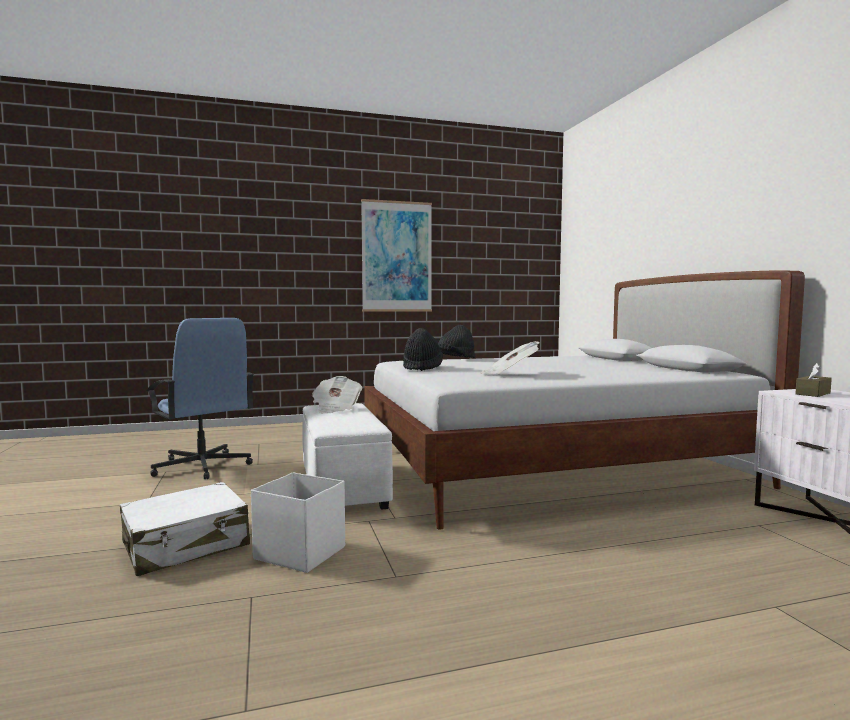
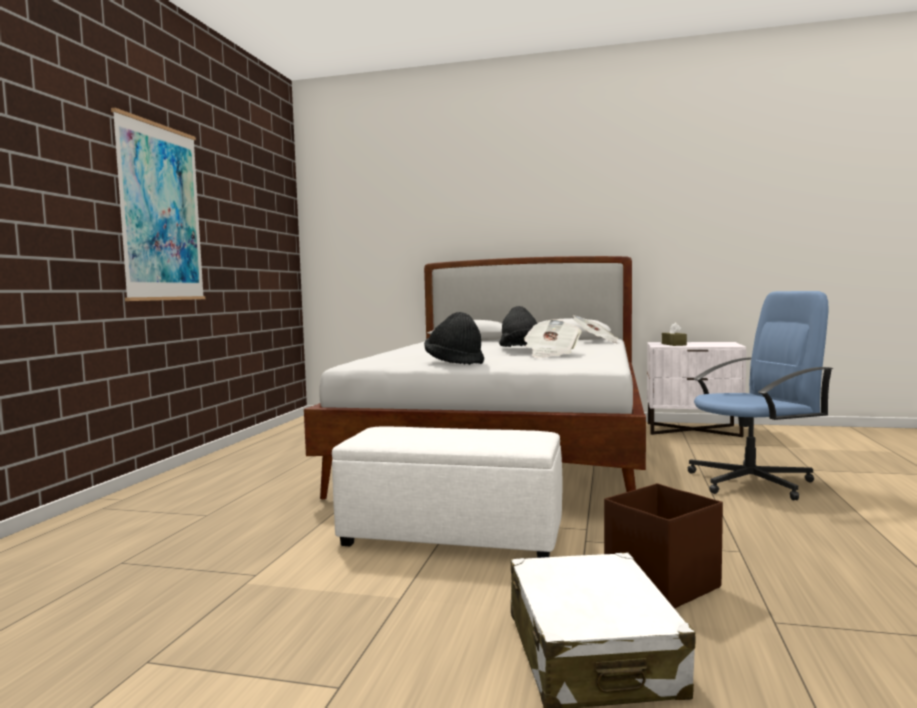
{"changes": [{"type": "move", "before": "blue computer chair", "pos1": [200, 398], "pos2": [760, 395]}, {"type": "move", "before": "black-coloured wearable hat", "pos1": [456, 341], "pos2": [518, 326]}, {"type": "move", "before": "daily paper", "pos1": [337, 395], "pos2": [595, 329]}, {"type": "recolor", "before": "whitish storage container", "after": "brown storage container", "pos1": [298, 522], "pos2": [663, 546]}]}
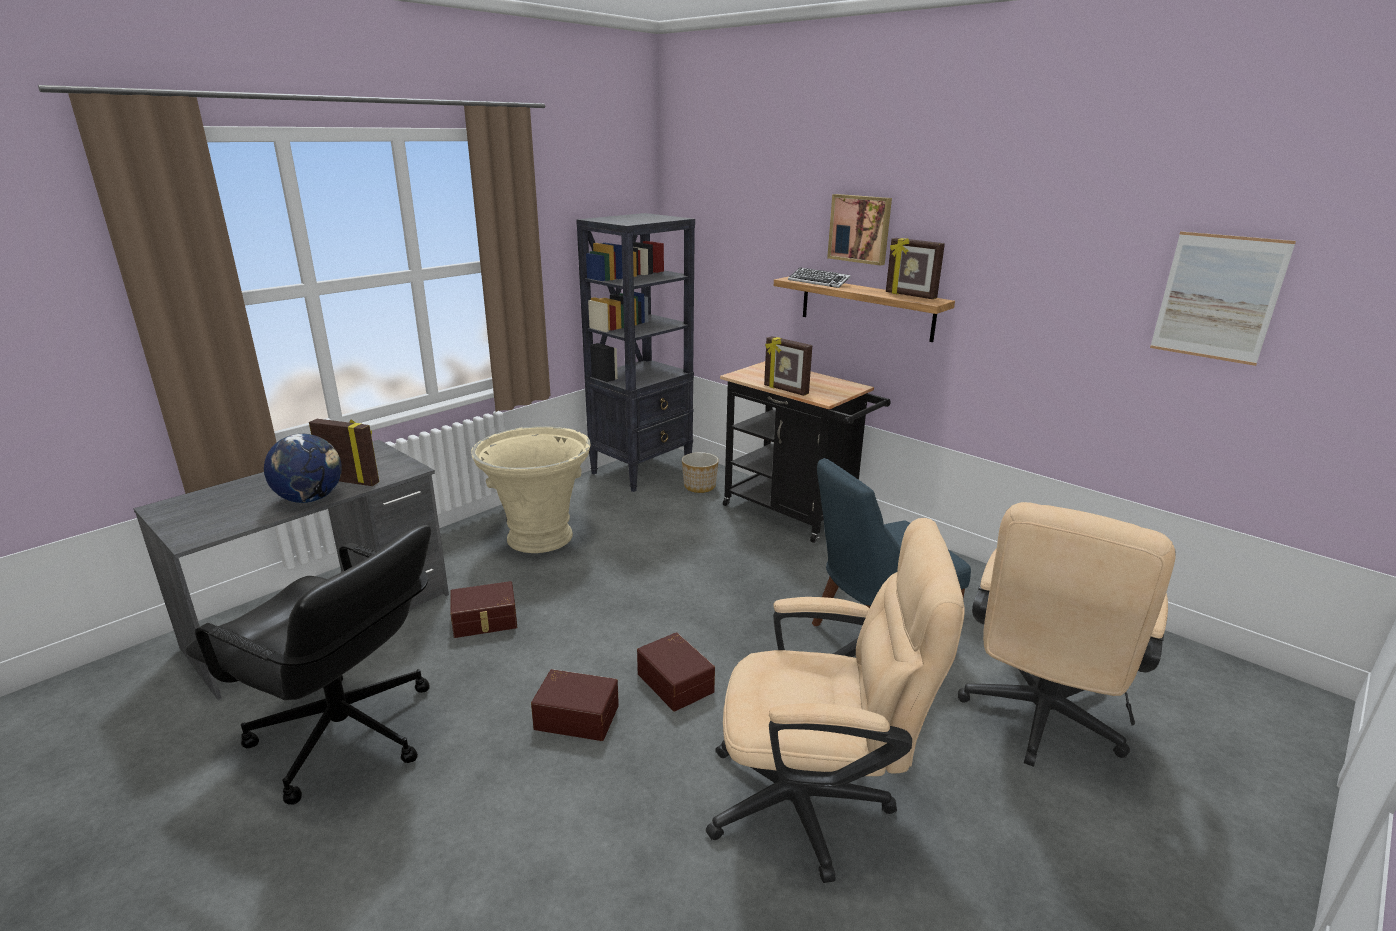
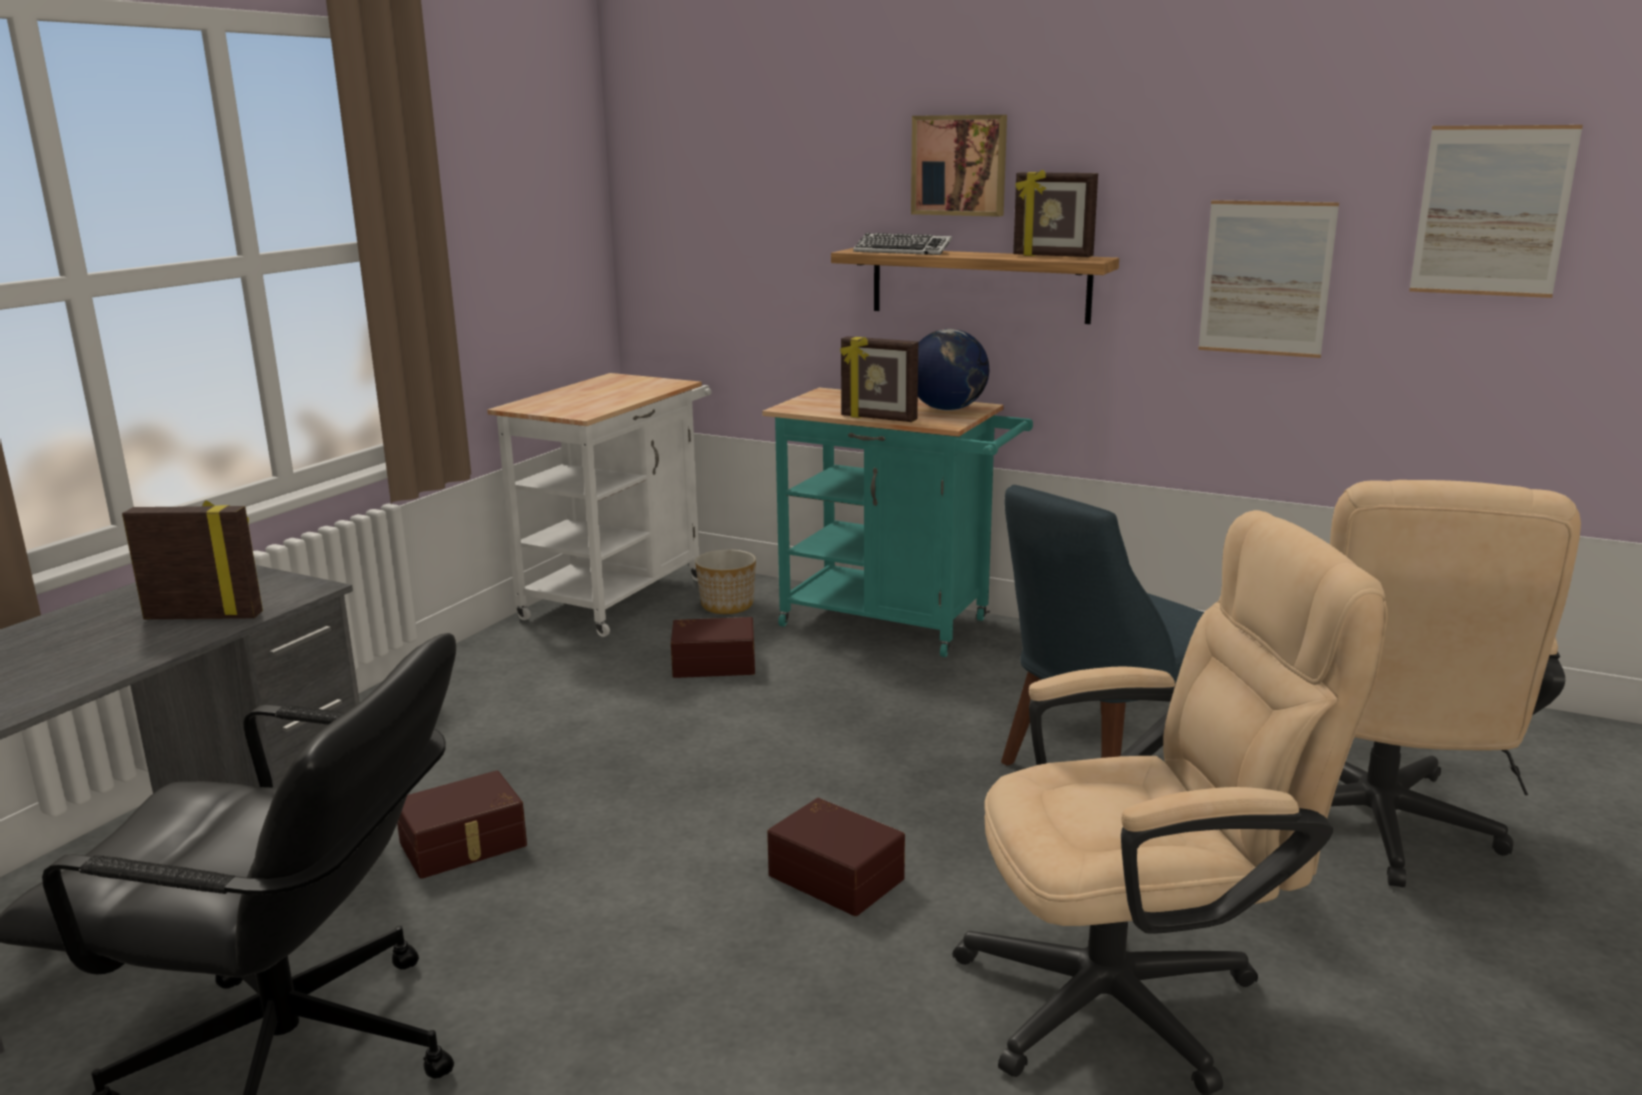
{"changes": [{"type": "replace", "before": "black-coloured bookcase", "after": "whitish cart", "pos1": [635, 352], "pos2": [599, 505]}, {"type": "recolor", "before": "black-coloured cart", "after": "turquoise-coloured cart", "pos1": [805, 452], "pos2": [897, 522]}, {"type": "delete", "before": "beige planter", "pos1": [531, 489]}, {"type": "move", "before": "desk globe", "pos1": [303, 468], "pos2": [953, 370]}, {"type": "move", "before": "brown storage container", "pos1": [575, 705], "pos2": [713, 647]}, {"type": "insert", "after": "picture", "pos2": [1268, 279]}]}
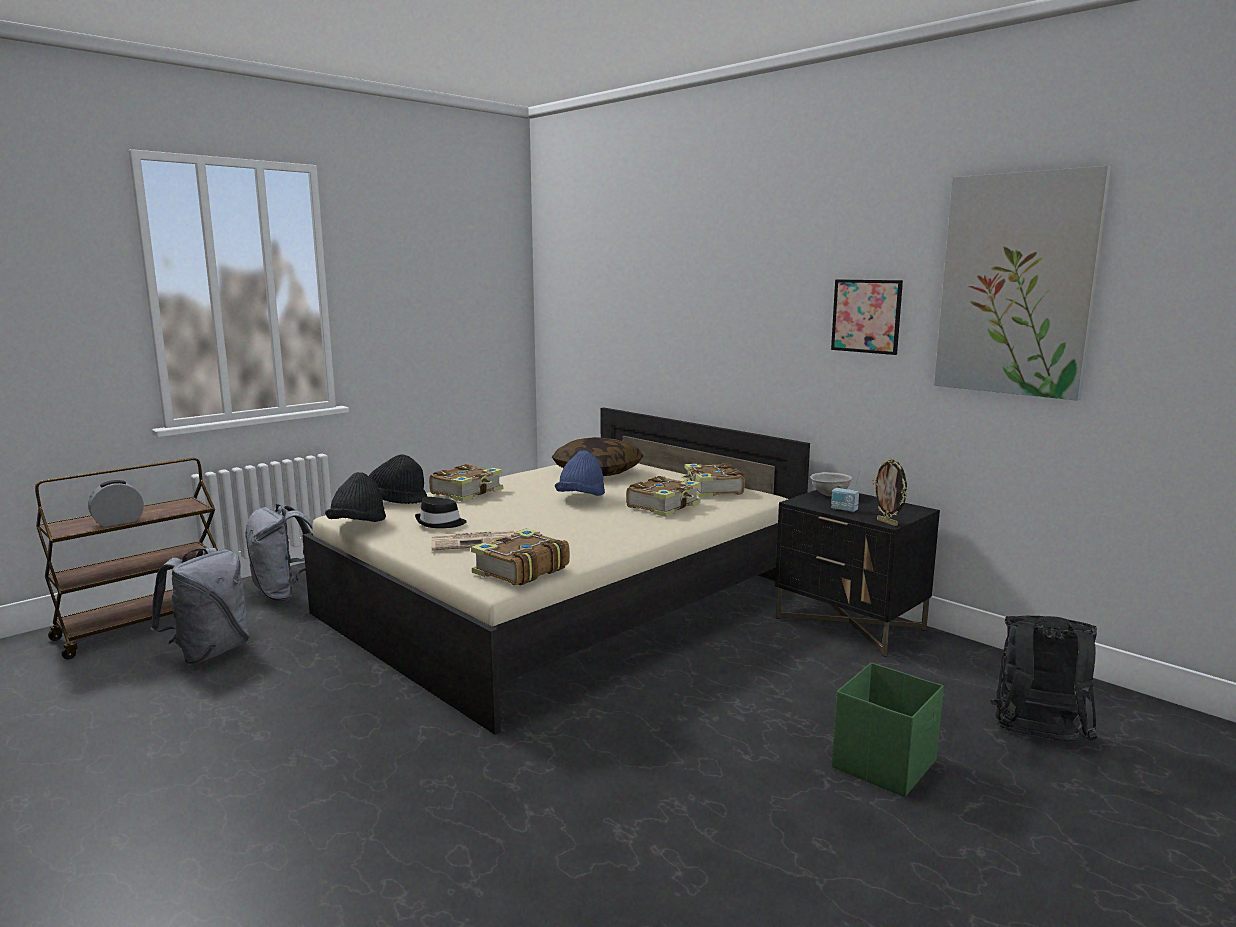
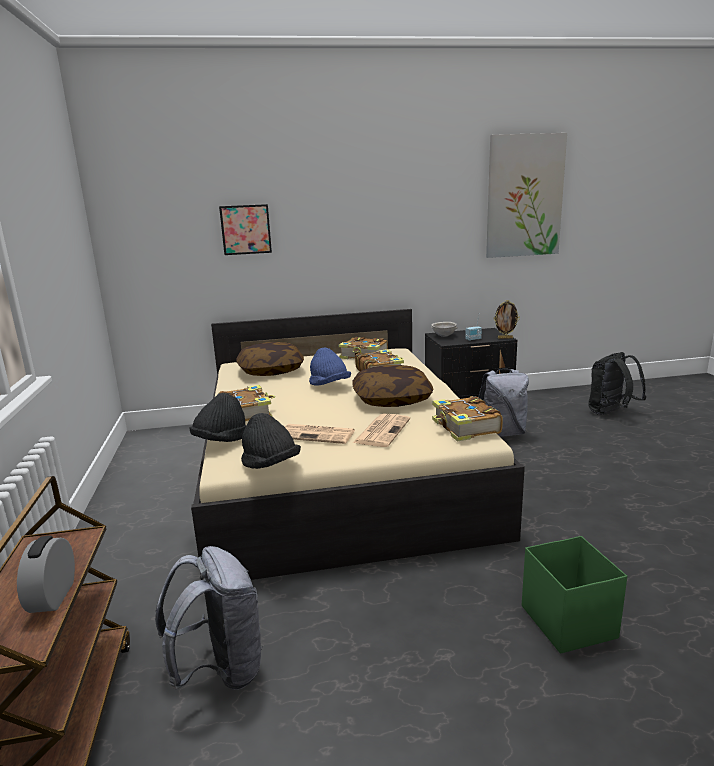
{"changes": [{"type": "move", "before": "picture", "pos1": [867, 317], "pos2": [245, 229]}, {"type": "replace", "before": "black-coloured wearable hat", "after": "daily paper", "pos1": [441, 512], "pos2": [320, 434]}, {"type": "move", "before": "gray rucksack", "pos1": [279, 552], "pos2": [504, 403]}, {"type": "move", "before": "green-coloured storage container", "pos1": [888, 730], "pos2": [574, 595]}, {"type": "insert", "after": "throw pillow", "pos2": [393, 386]}]}
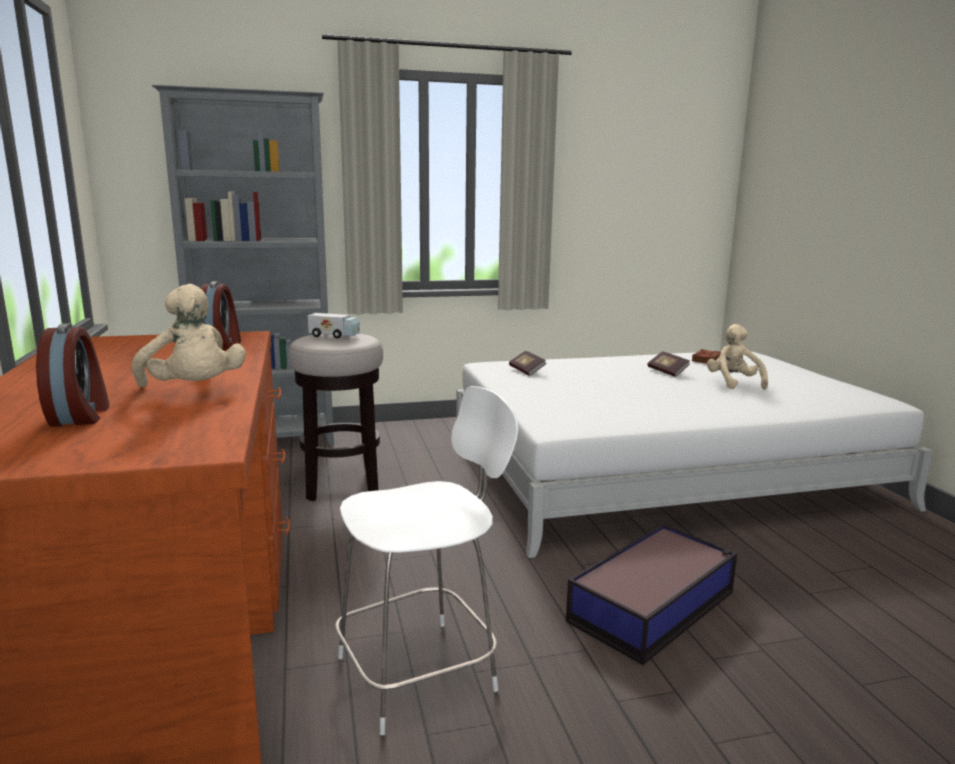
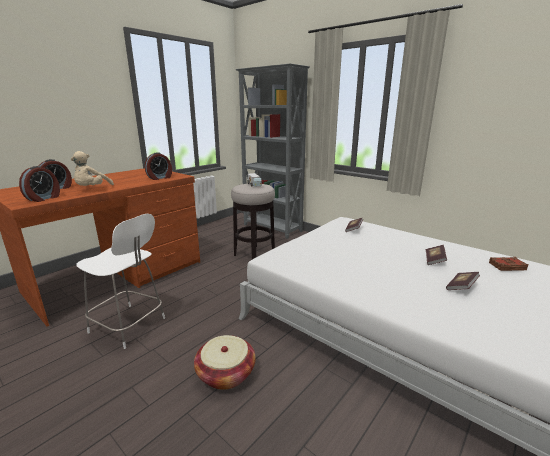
{"changes": [{"type": "replace", "before": "beige plush toy", "after": "bound book", "pos1": [737, 357], "pos2": [463, 281]}, {"type": "replace", "before": "storage container", "after": "household basket", "pos1": [651, 594], "pos2": [225, 362]}, {"type": "insert", "after": "alarm clock", "pos2": [39, 184]}]}
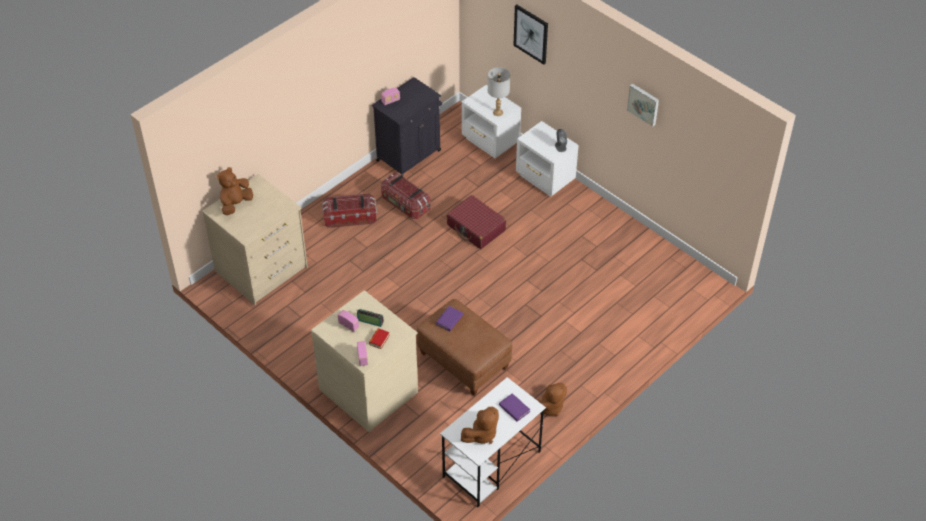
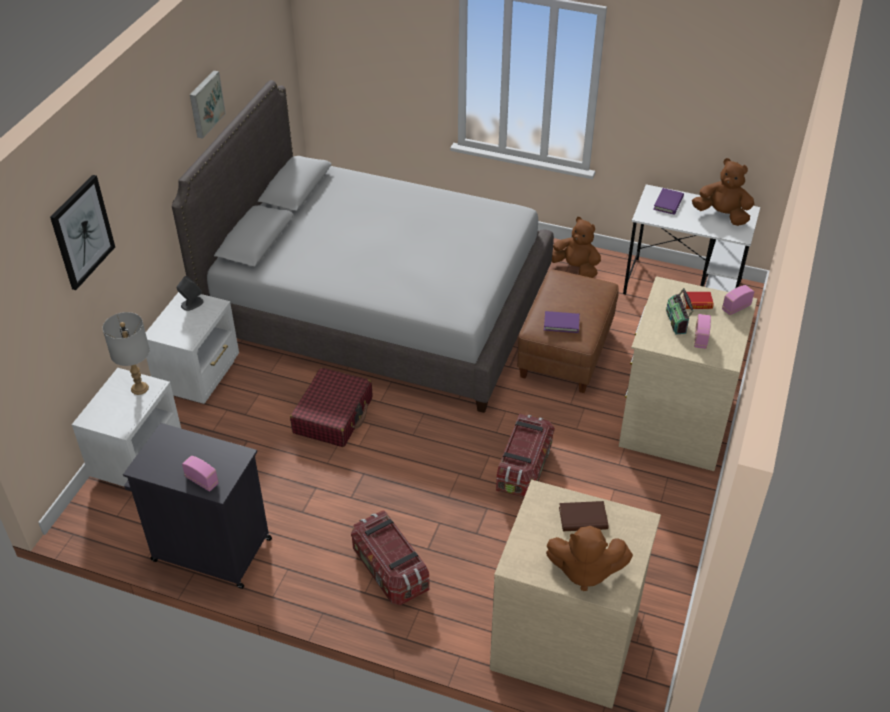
{"changes": [{"type": "move", "before": "storage container", "pos1": [406, 195], "pos2": [525, 456]}, {"type": "insert", "after": "gray sleeping bed", "pos2": [363, 246]}, {"type": "insert", "after": "brown bound book", "pos2": [584, 516]}]}
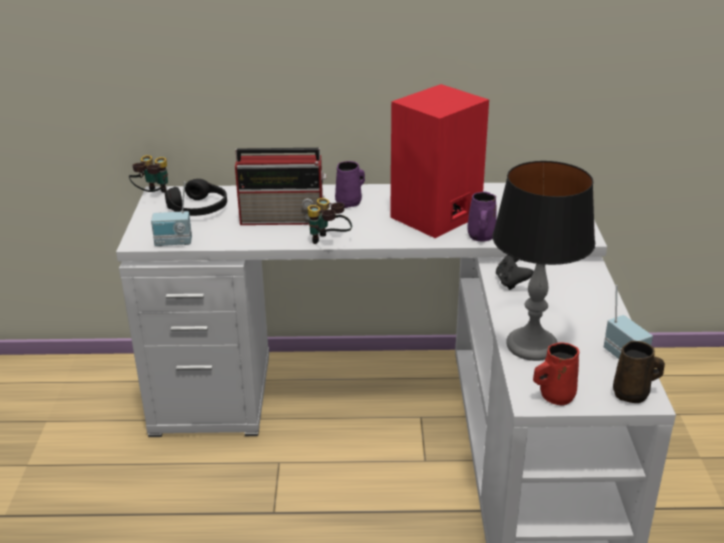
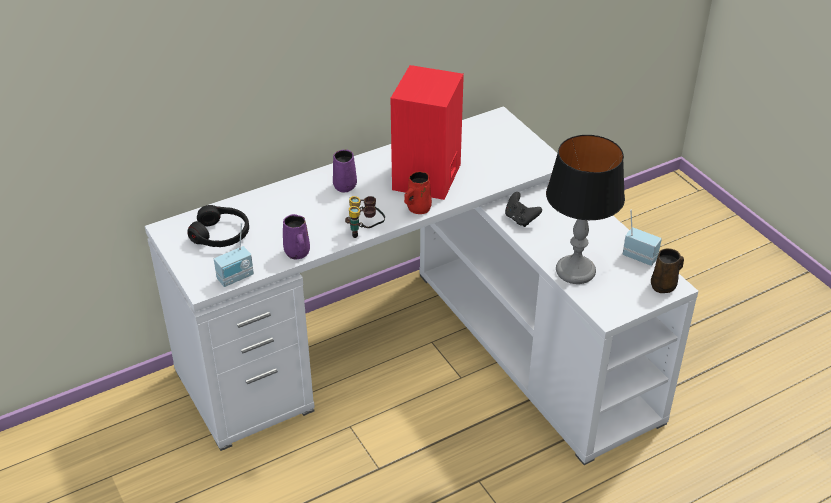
{"changes": [{"type": "delete", "before": "radio set", "pos1": [280, 186]}, {"type": "delete", "before": "binoculars", "pos1": [148, 174]}, {"type": "move", "before": "purple-coloured tea mug", "pos1": [481, 216], "pos2": [296, 236]}, {"type": "move", "before": "red-coloured tea mug", "pos1": [556, 374], "pos2": [418, 192]}]}
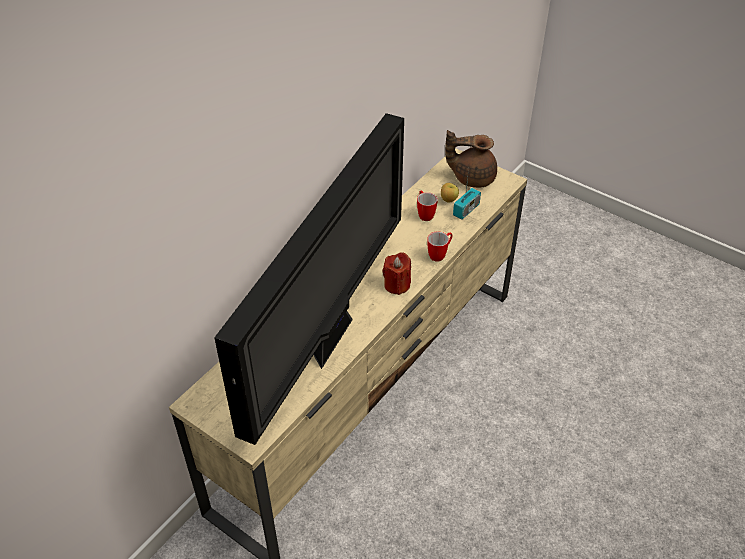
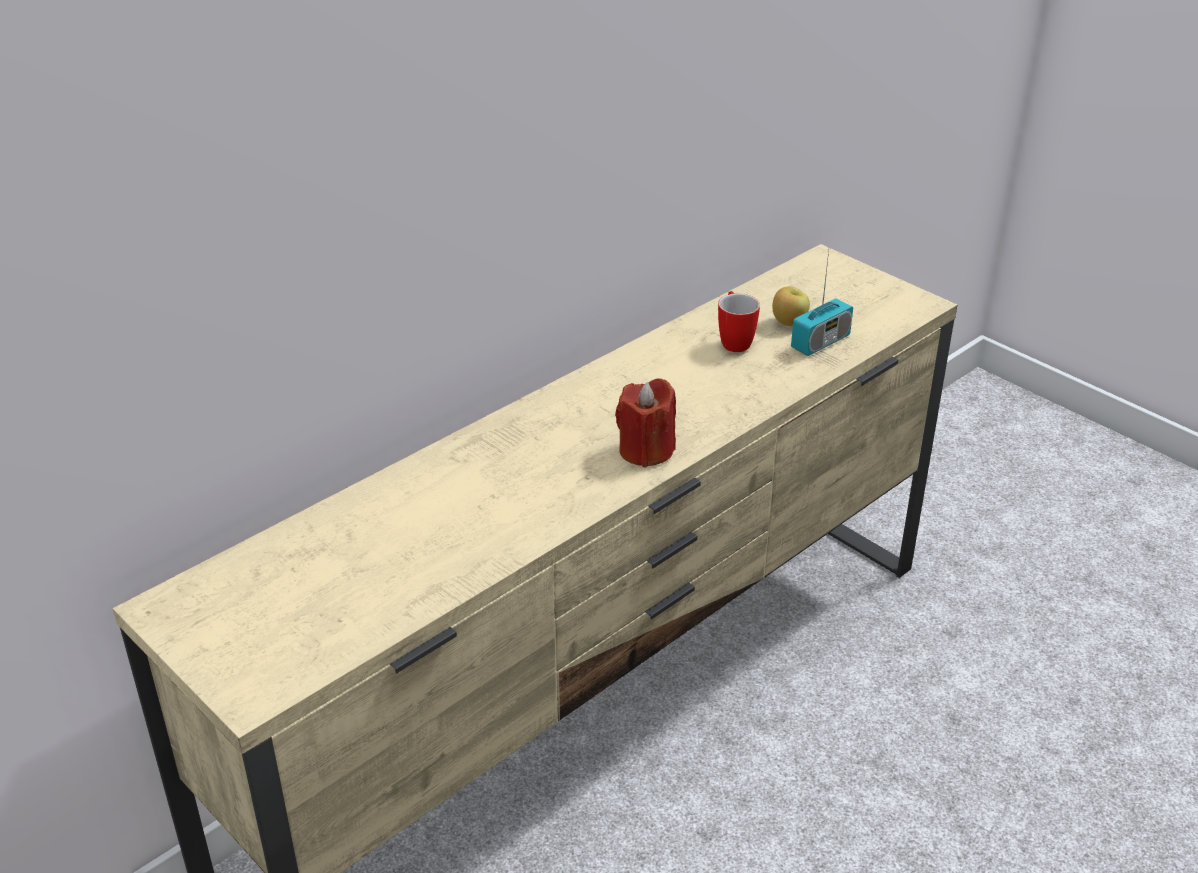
{"changes": [{"type": "delete", "before": "TV set", "pos1": [309, 279]}, {"type": "delete", "before": "brown pot for tea", "pos1": [471, 159]}, {"type": "delete", "before": "tea mug", "pos1": [439, 247]}]}
